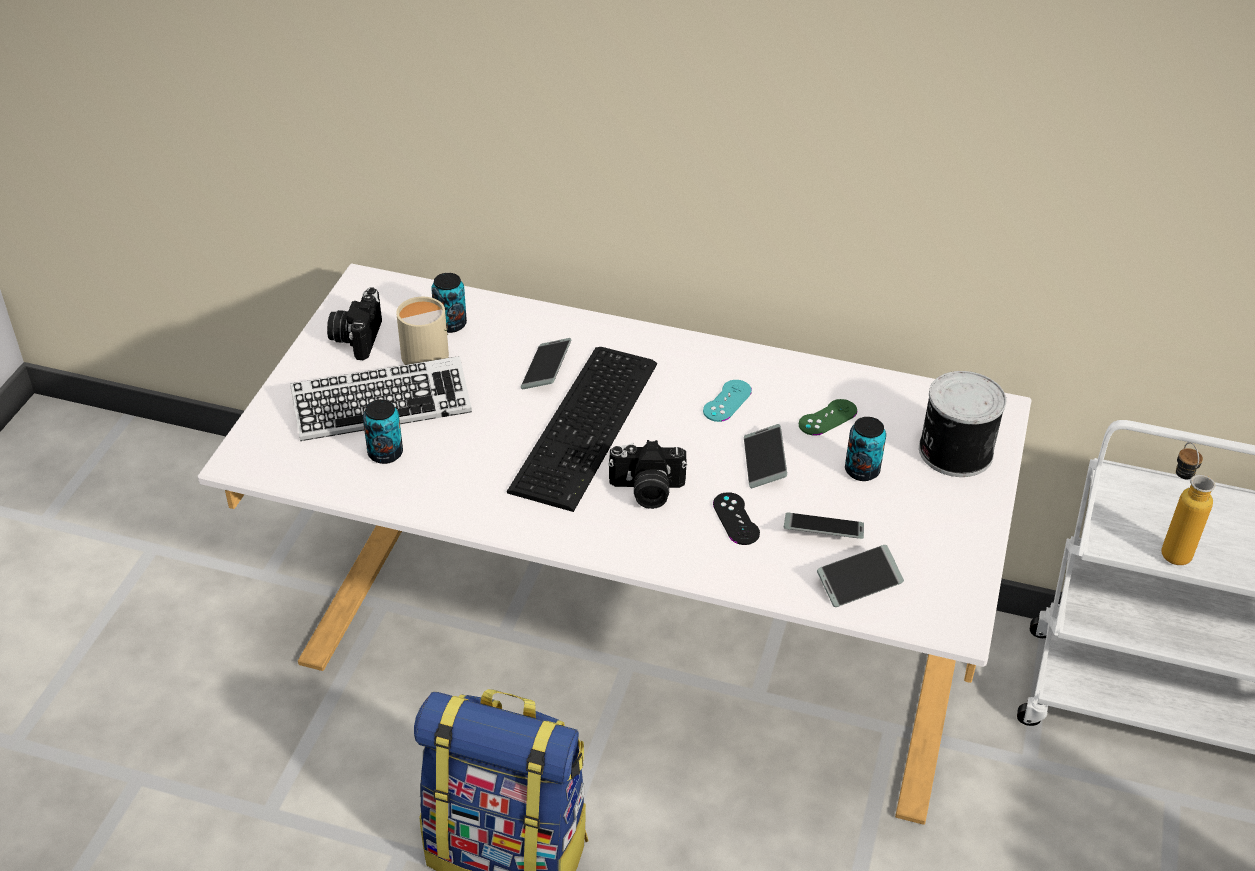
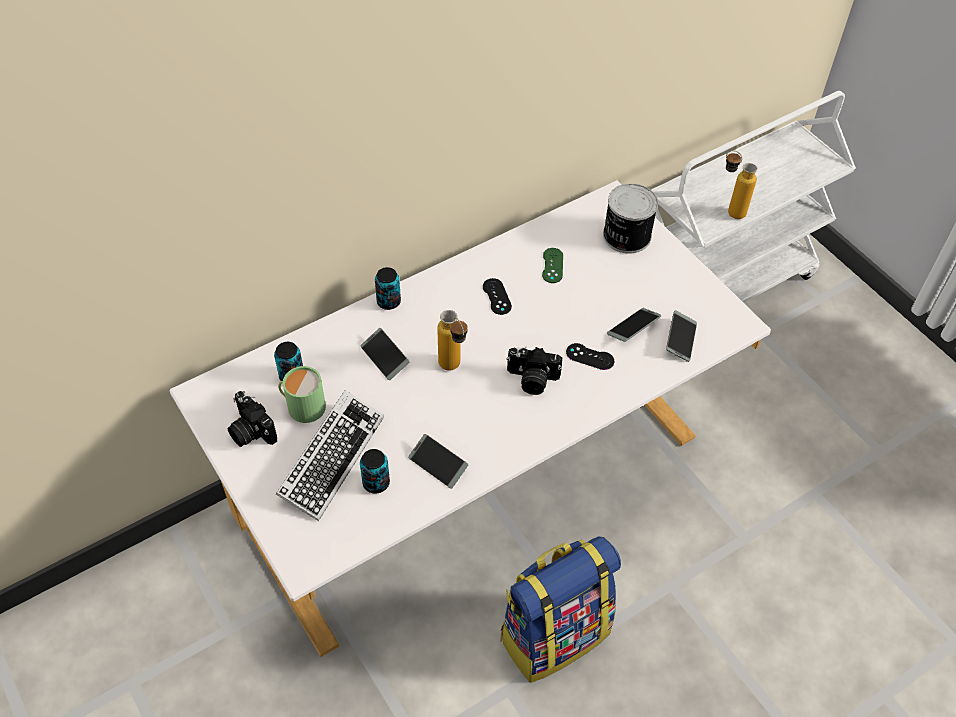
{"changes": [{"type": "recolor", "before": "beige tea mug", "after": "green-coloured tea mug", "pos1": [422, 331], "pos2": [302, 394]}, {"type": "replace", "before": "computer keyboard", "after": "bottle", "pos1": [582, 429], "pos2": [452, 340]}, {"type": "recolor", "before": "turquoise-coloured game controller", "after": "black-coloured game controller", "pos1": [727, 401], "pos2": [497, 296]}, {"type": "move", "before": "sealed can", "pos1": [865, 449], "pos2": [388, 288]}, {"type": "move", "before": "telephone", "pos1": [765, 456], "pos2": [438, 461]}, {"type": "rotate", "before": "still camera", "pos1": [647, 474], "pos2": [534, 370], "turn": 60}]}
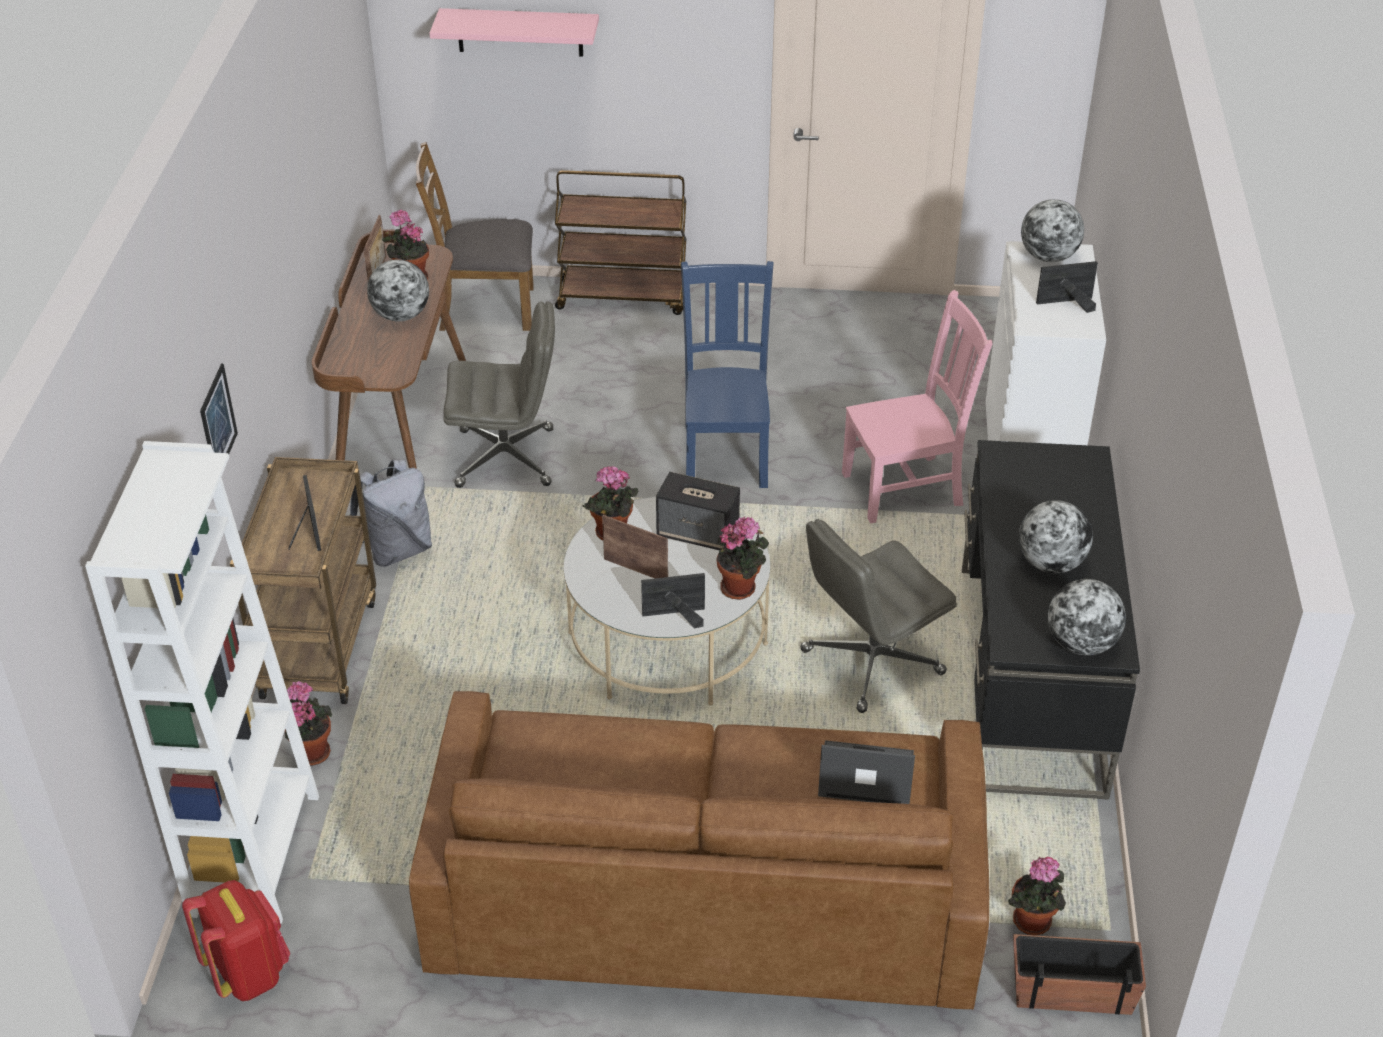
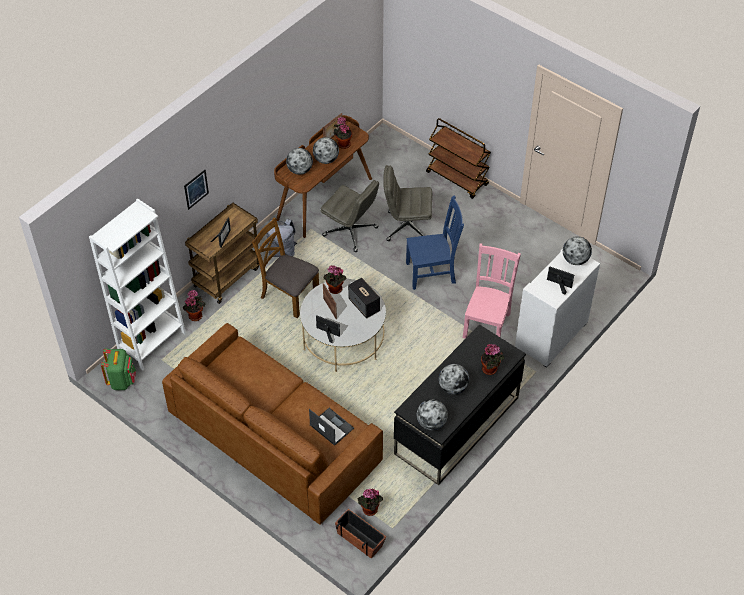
{"changes": [{"type": "delete", "before": "pink bracket shelf", "pos1": [514, 32]}, {"type": "move", "before": "brown plain chair", "pos1": [475, 236], "pos2": [285, 268]}, {"type": "rotate", "before": "blue plain chair", "pos1": [727, 374], "pos2": [435, 242], "turn": 45}, {"type": "rotate", "before": "pink plain chair", "pos1": [917, 407], "pos2": [492, 291], "turn": -90}, {"type": "move", "before": "houseplant", "pos1": [742, 558], "pos2": [492, 359]}, {"type": "move", "before": "gray computer chair", "pos1": [878, 616], "pos2": [407, 203]}, {"type": "recolor", "before": "red-coloured rucksack", "after": "green-coloured rucksack", "pos1": [236, 940], "pos2": [118, 369]}, {"type": "insert", "after": "desk globe", "pos2": [299, 161]}]}
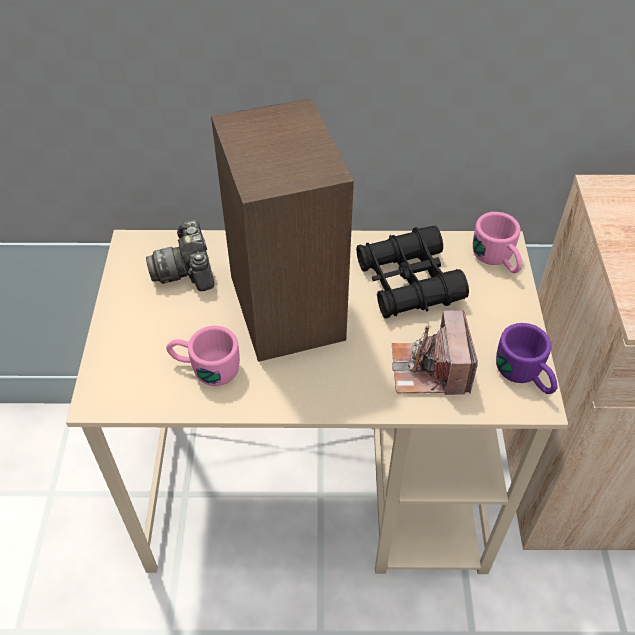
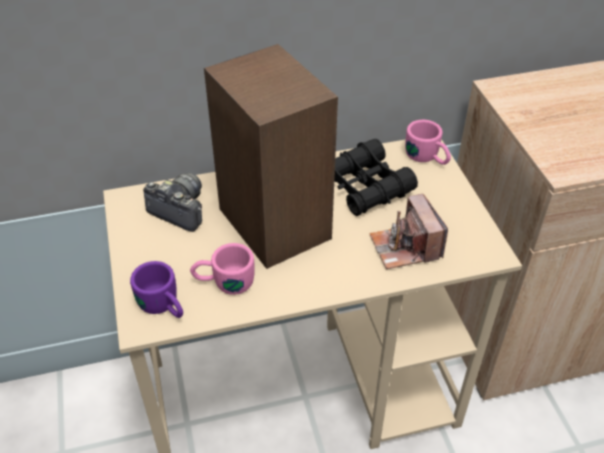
{"changes": [{"type": "rotate", "before": "still camera", "pos1": [180, 255], "pos2": [172, 202], "turn": 150}, {"type": "move", "before": "purple-coloured tea mug", "pos1": [526, 358], "pos2": [156, 289]}]}
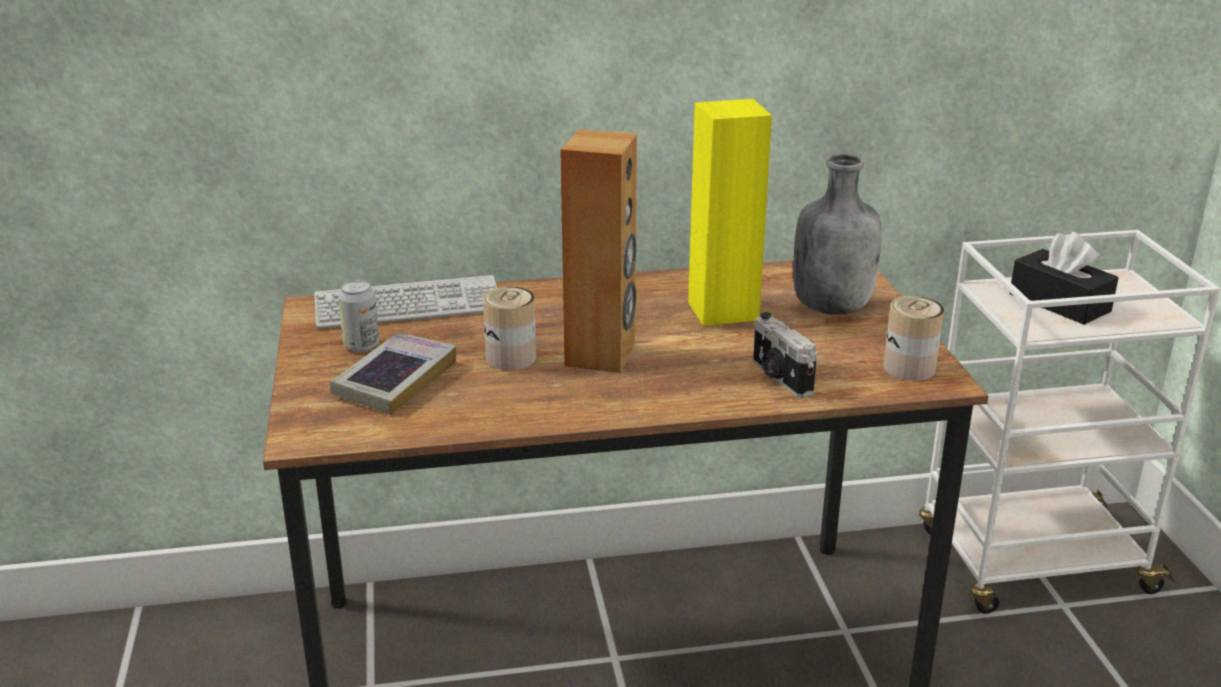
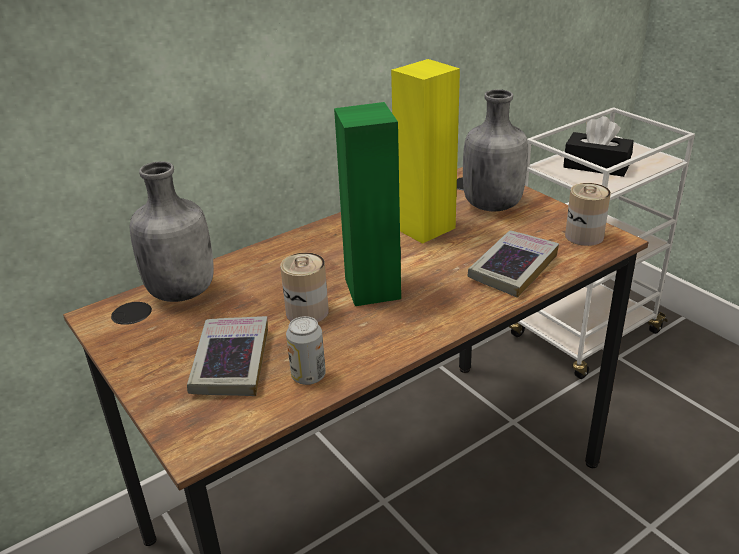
{"changes": [{"type": "recolor", "before": "brown speaker", "after": "green-coloured speaker", "pos1": [598, 251], "pos2": [367, 204]}, {"type": "replace", "before": "computer keyboard", "after": "gray bottle", "pos1": [405, 302], "pos2": [172, 231]}, {"type": "move", "before": "sealed can", "pos1": [358, 316], "pos2": [306, 350]}, {"type": "replace", "before": "still camera", "after": "bound book", "pos1": [785, 355], "pos2": [513, 264]}]}
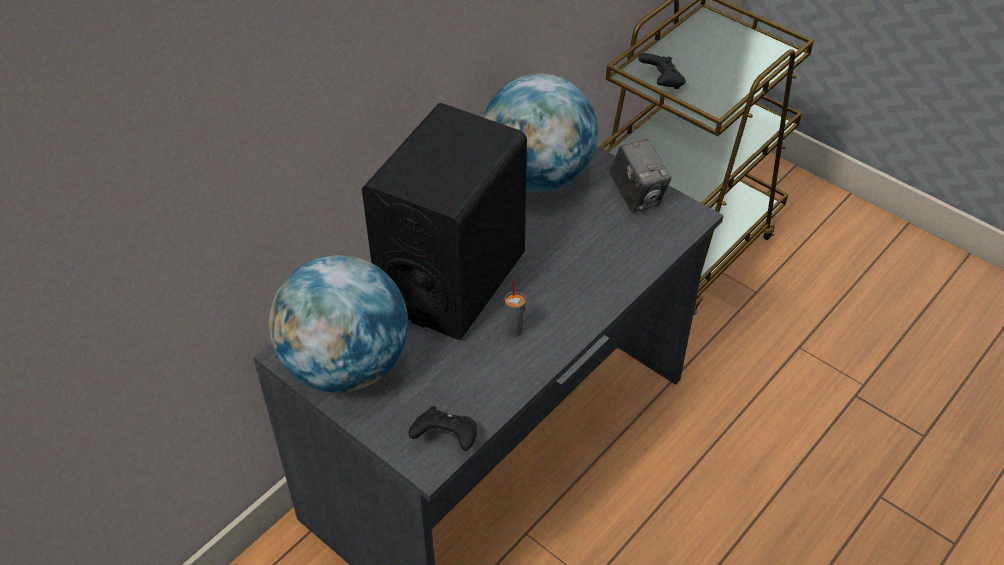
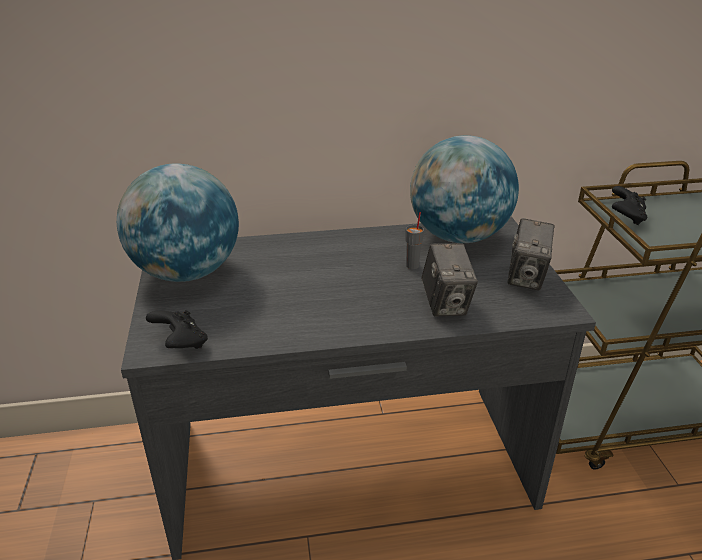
{"changes": [{"type": "delete", "before": "black-coloured speaker", "pos1": [444, 221]}, {"type": "move", "before": "gray small cup", "pos1": [515, 308], "pos2": [415, 240]}, {"type": "insert", "after": "still camera", "pos2": [449, 279]}]}
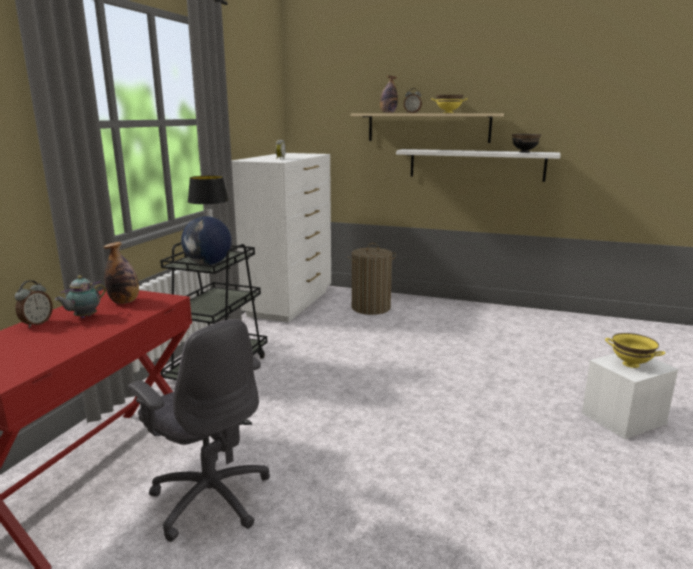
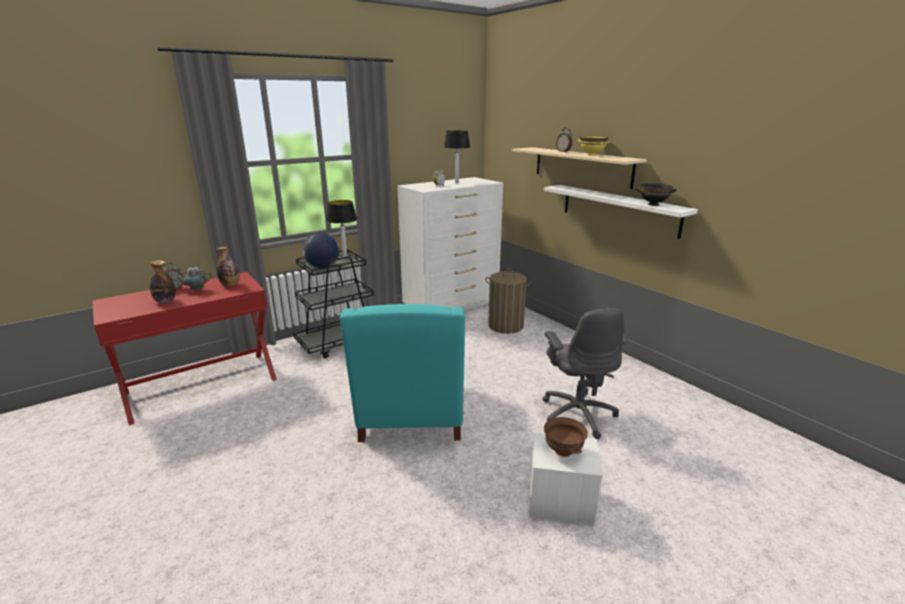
{"changes": [{"type": "move", "before": "bottle", "pos1": [389, 94], "pos2": [163, 281]}, {"type": "move", "before": "gray computer chair", "pos1": [199, 430], "pos2": [585, 373]}, {"type": "recolor", "before": "yellowish serving bowl", "after": "brown serving bowl", "pos1": [635, 350], "pos2": [566, 437]}, {"type": "insert", "after": "lamp for a table", "pos2": [457, 156]}, {"type": "insert", "after": "turquoise-coloured easy chair", "pos2": [402, 373]}]}
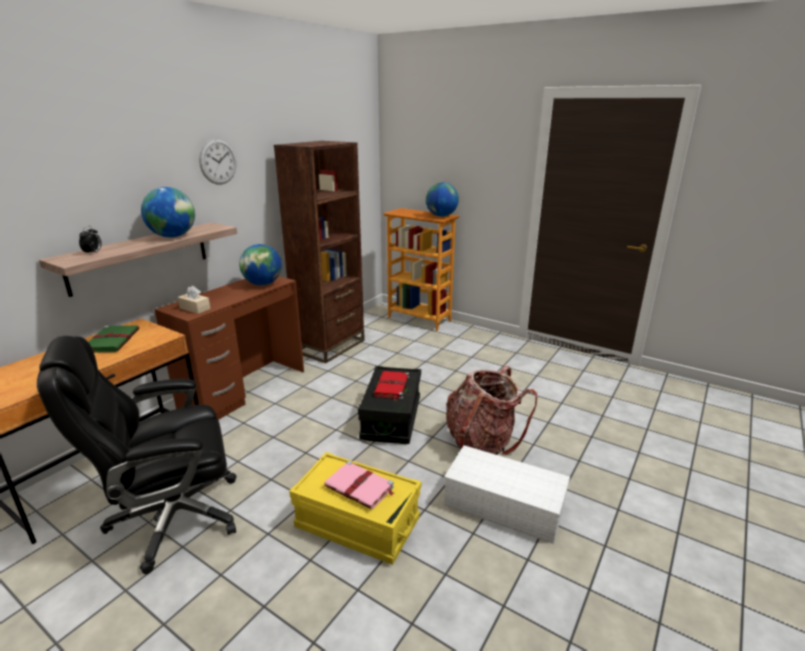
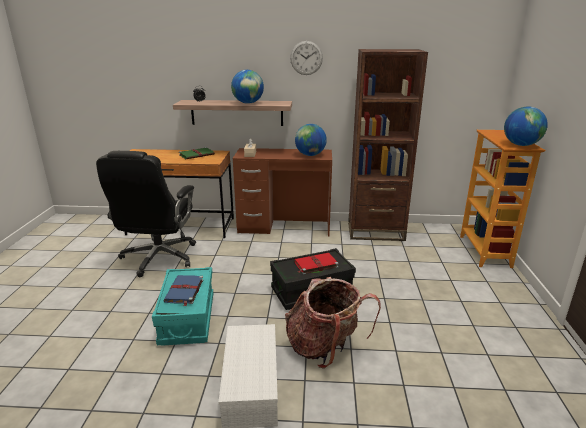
{"changes": [{"type": "rotate", "before": "black-coloured computer chair", "pos1": [137, 455], "pos2": [146, 214], "turn": -120}, {"type": "recolor", "before": "yellowish storage container", "after": "turquoise-coloured storage container", "pos1": [355, 508], "pos2": [182, 306]}, {"type": "recolor", "before": "pink bound book", "after": "blue bound book", "pos1": [359, 485], "pos2": [183, 290]}]}
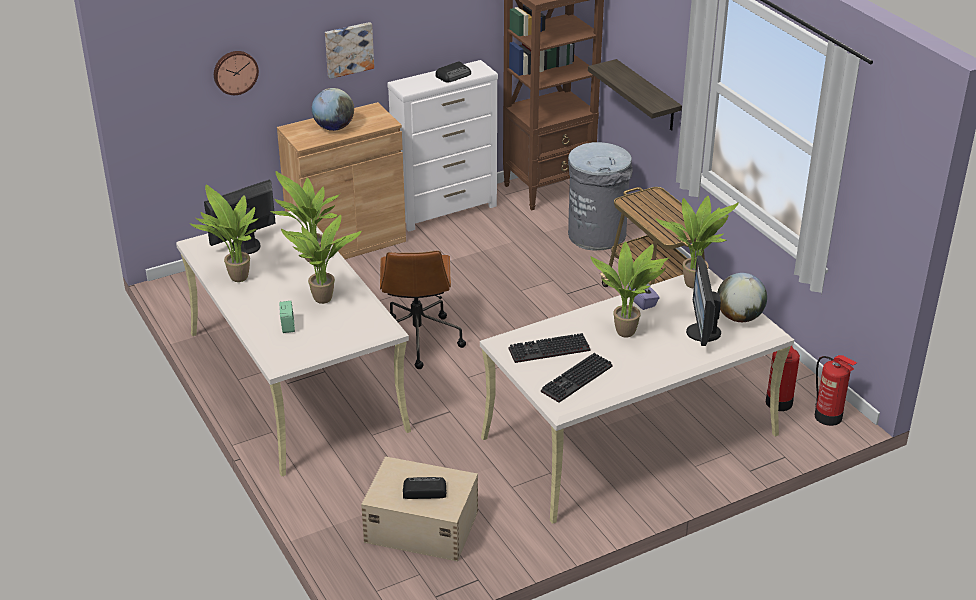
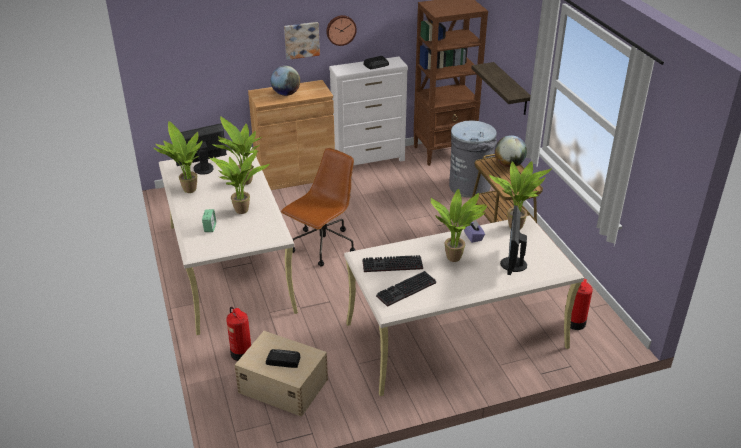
{"changes": [{"type": "move", "before": "clock on the wall", "pos1": [236, 73], "pos2": [341, 30]}, {"type": "rotate", "before": "brown computer chair", "pos1": [423, 310], "pos2": [318, 207], "turn": -150}, {"type": "move", "before": "desk globe", "pos1": [742, 297], "pos2": [511, 151]}, {"type": "move", "before": "fire-fighting cylinder", "pos1": [836, 390], "pos2": [238, 333]}]}
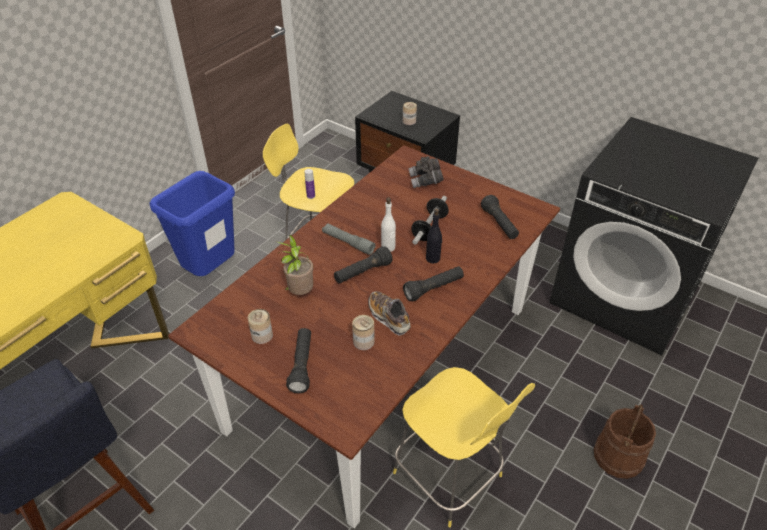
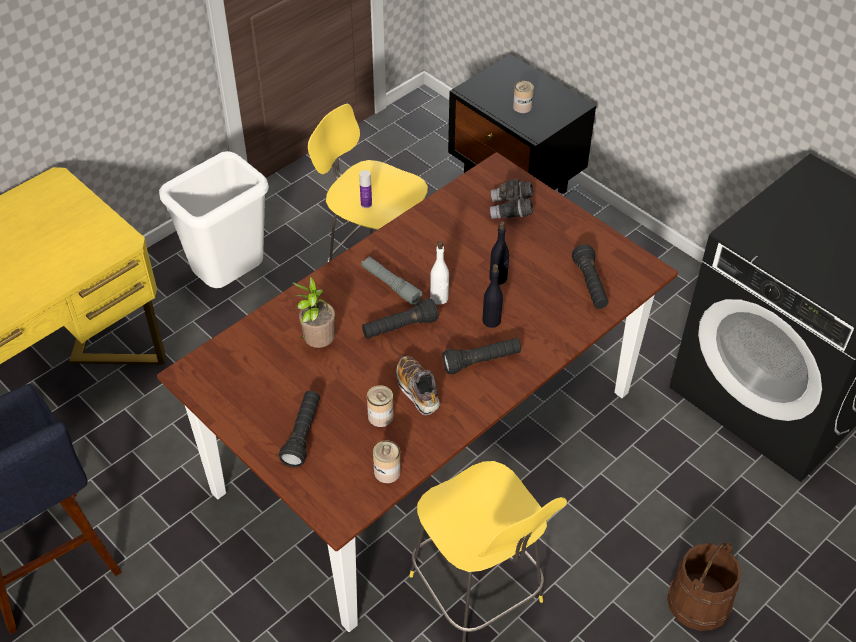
{"changes": [{"type": "recolor", "before": "blue waste bin", "after": "whitish waste bin", "pos1": [192, 223], "pos2": [214, 219]}, {"type": "replace", "before": "hand weight", "after": "black-coloured bottle", "pos1": [430, 220], "pos2": [499, 253]}, {"type": "move", "before": "sealed can", "pos1": [260, 326], "pos2": [387, 461]}]}
